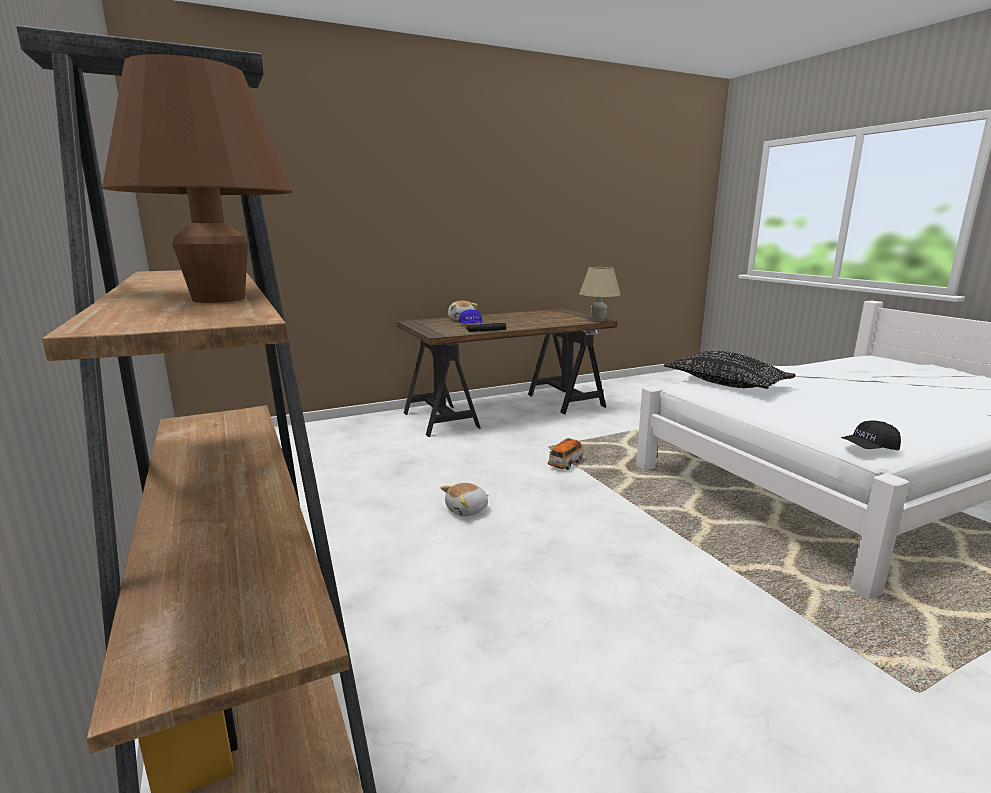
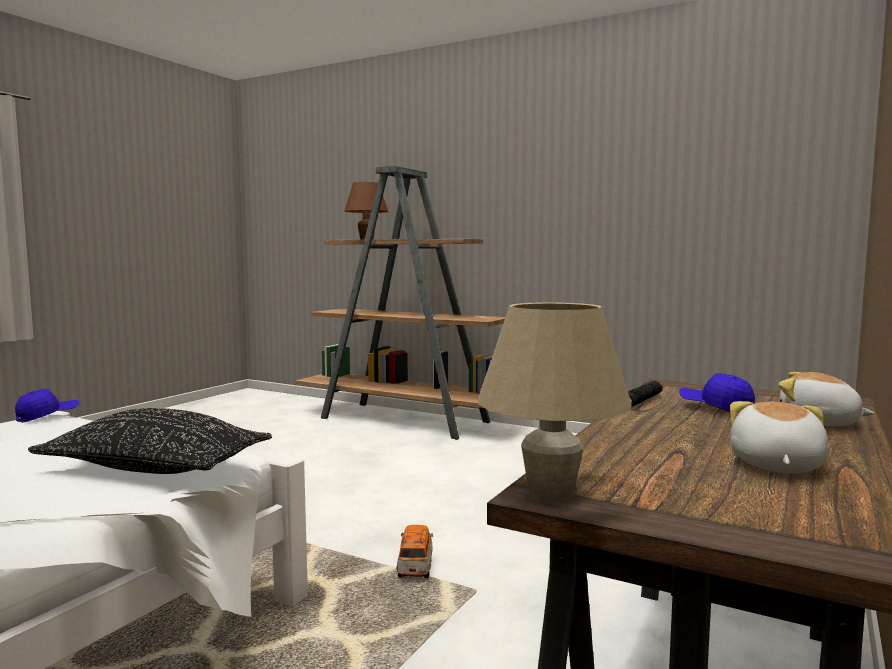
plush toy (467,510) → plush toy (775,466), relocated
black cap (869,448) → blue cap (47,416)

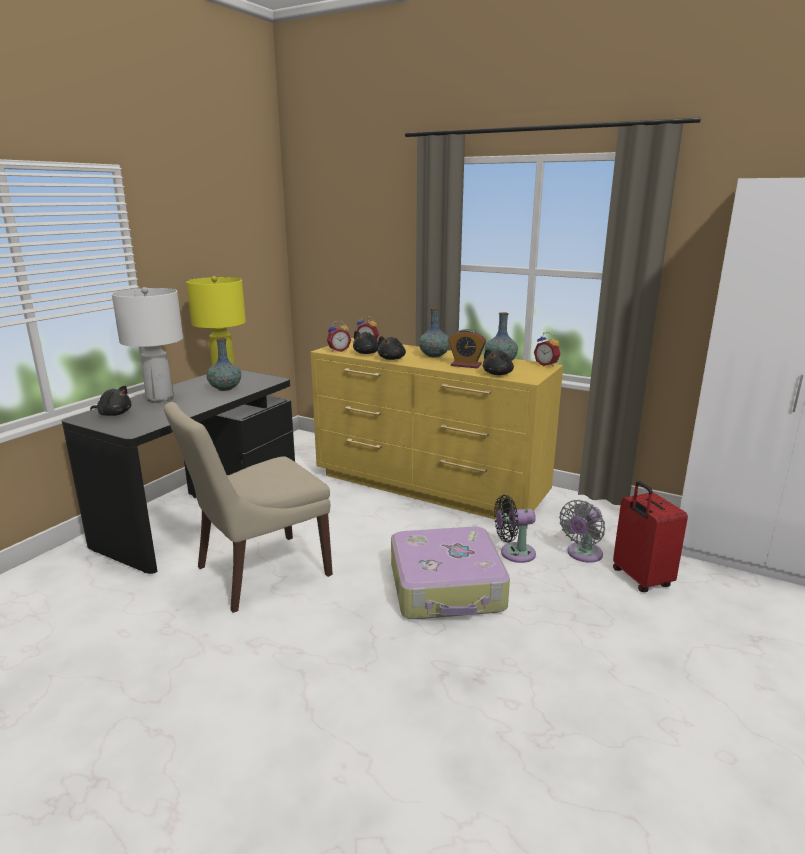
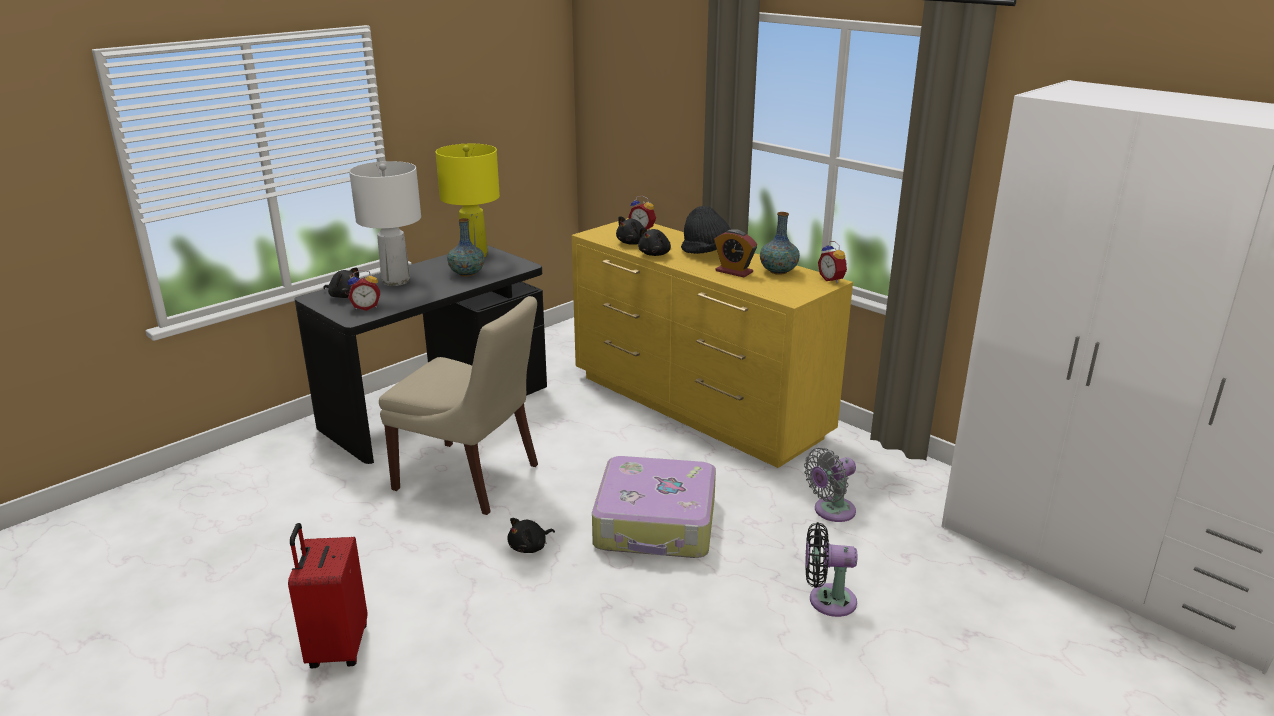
alarm clock (338,350) → alarm clock (366,307), relocated
black plush toy (498,374) → black plush toy (530,547), relocated
black fan (514,553) → black fan (827,600), relocated
red suitcase (640,579) → red suitcase (336,648), relocated
vase (434,356) → black hat (707,253)
beige chair (259,573) → beige chair (471,478), 135 degrees counterclockwise

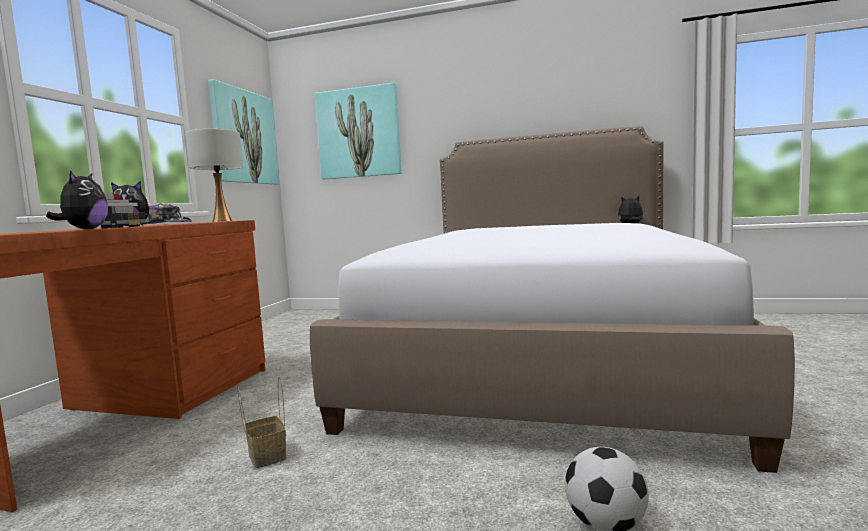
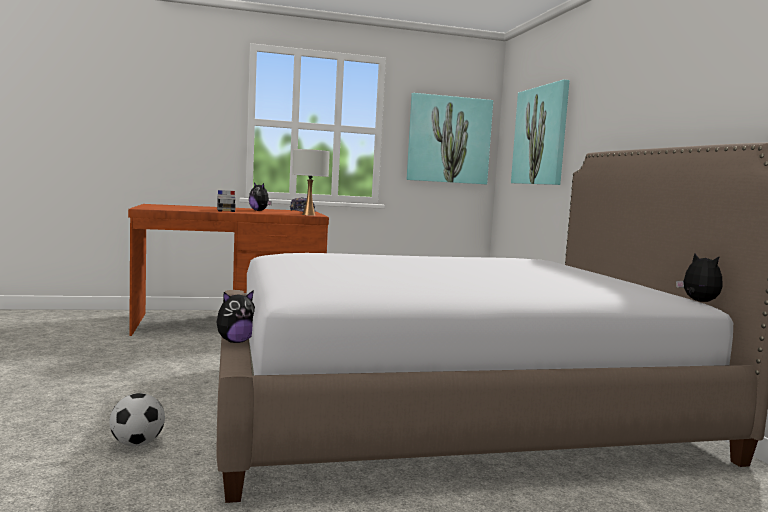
basket (266,455) → -
plush toy (84,229) → plush toy (236,341), relocated

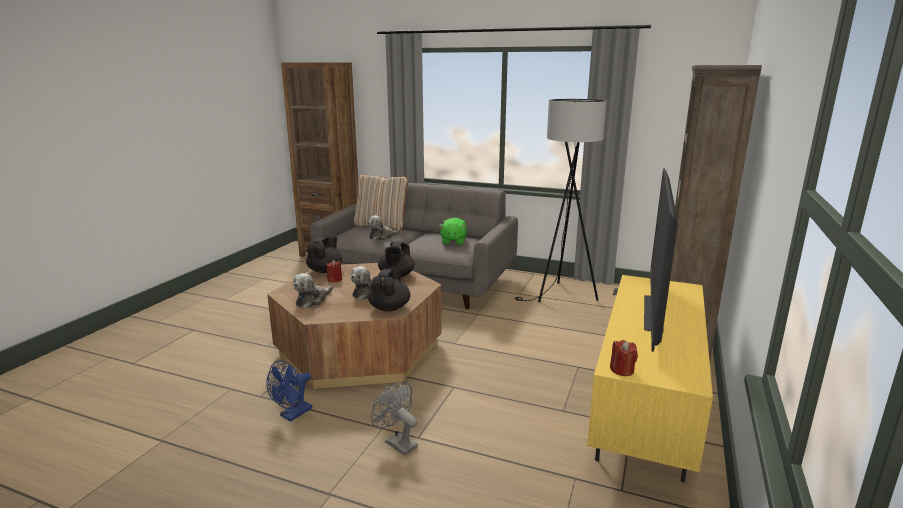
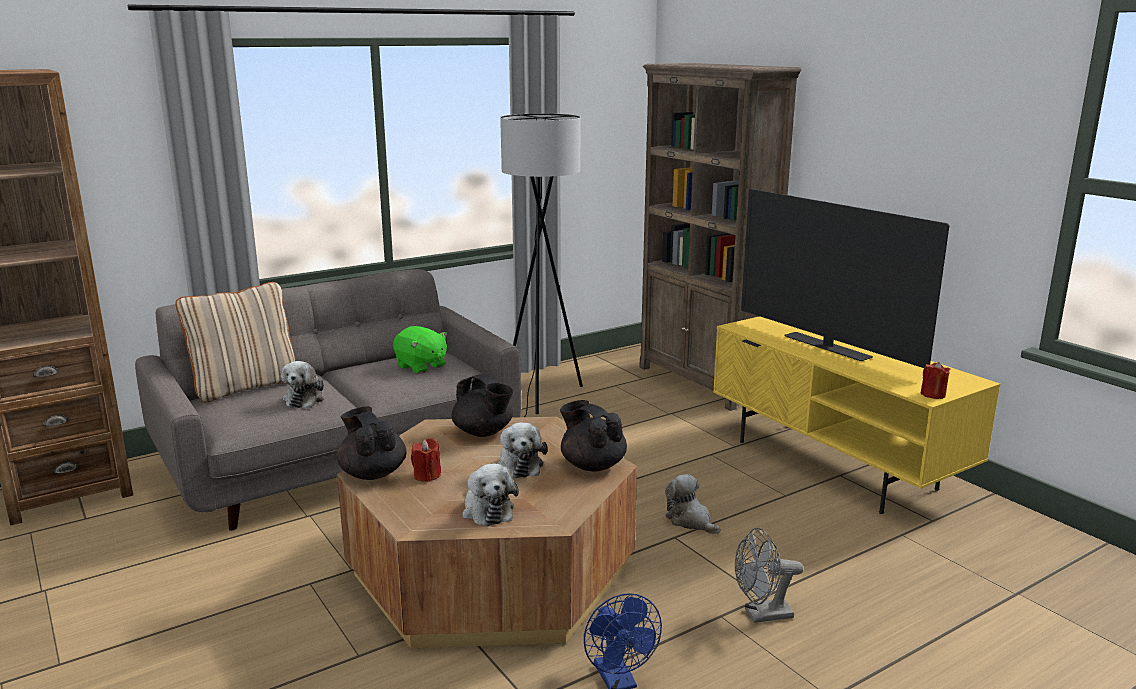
- → plush toy (690,521)

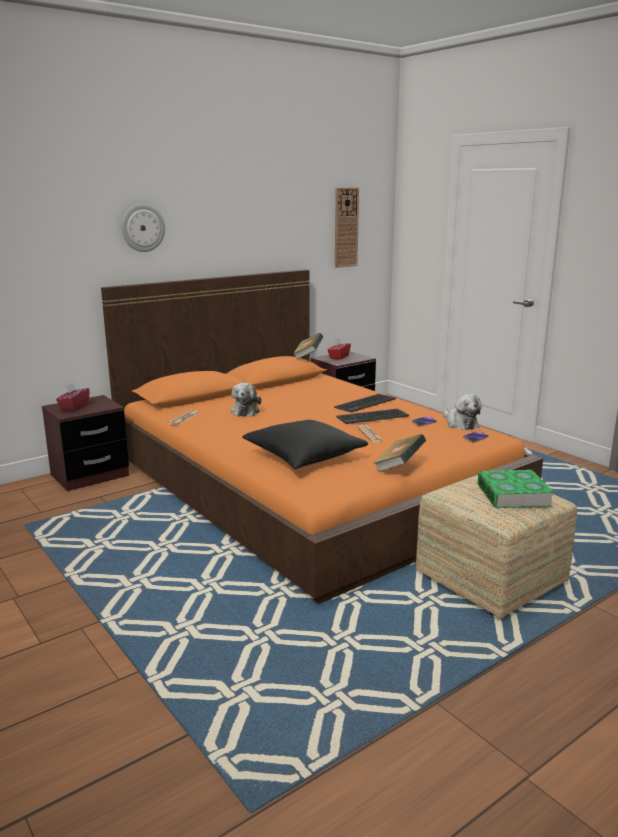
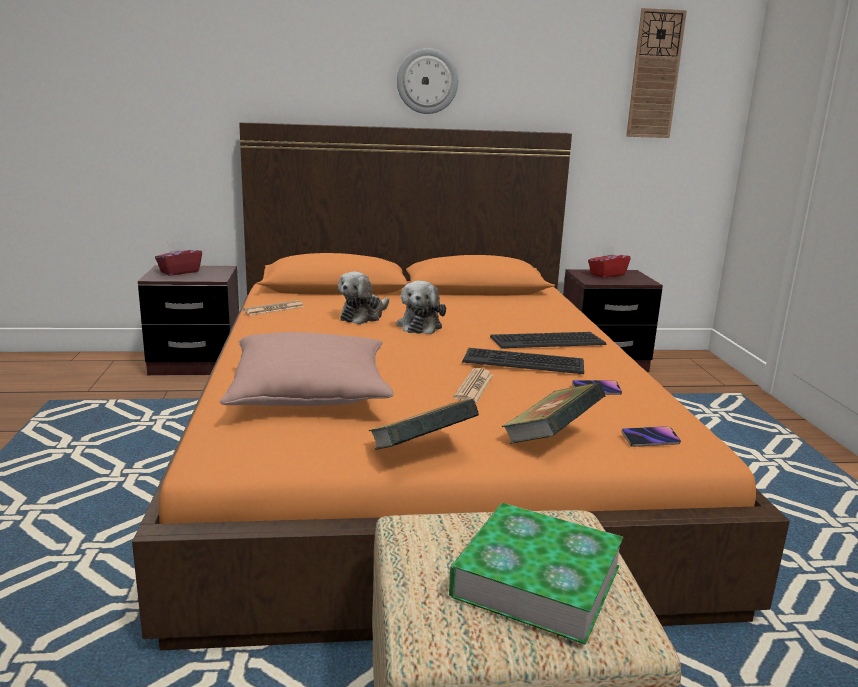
wall clock (142,228) → wall clock (427,81), relocated
book (308,356) → book (551,439), relocated
plush toy (460,424) → plush toy (420,325), relocated
black pillow (304,457) → pink pillow (310,393)

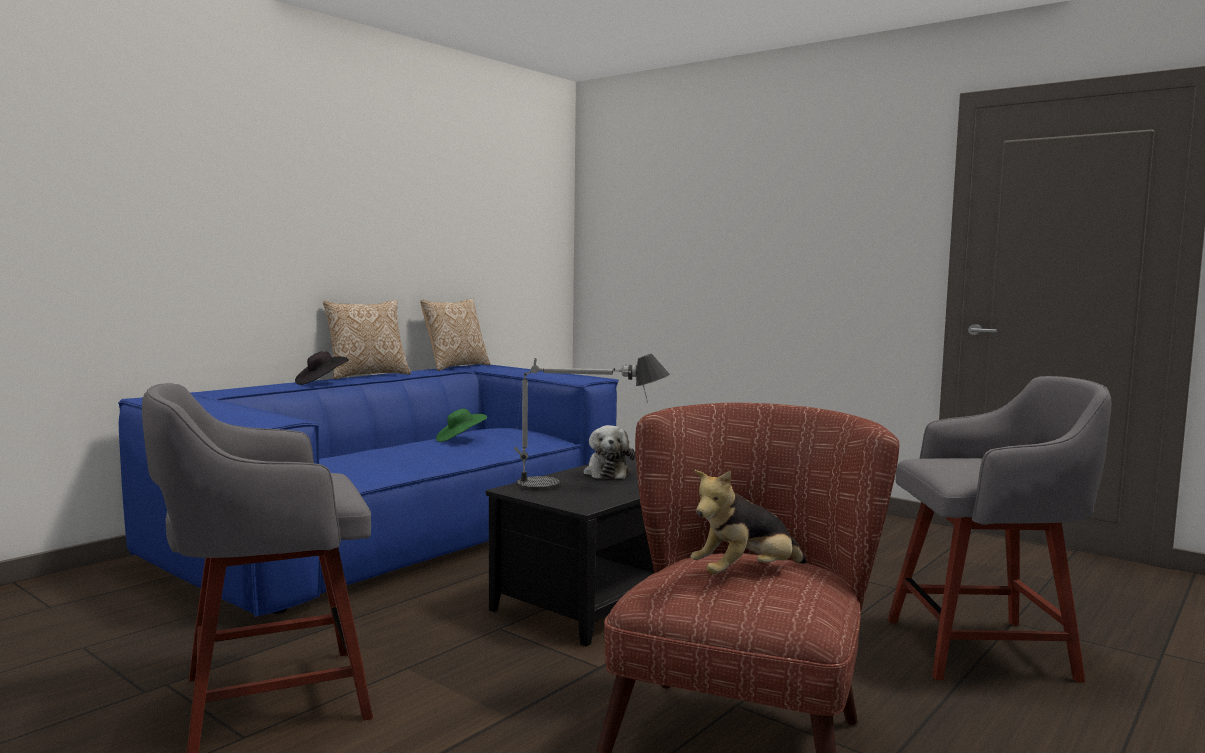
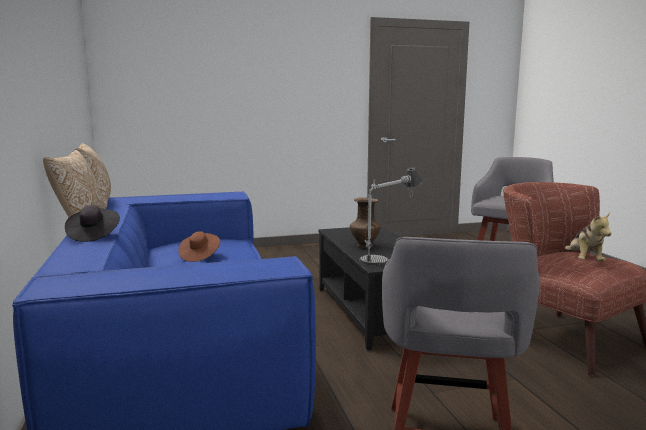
plush toy (607,472) → brown vase (364,245)
green hat (460,439) → brown hat (199,256)

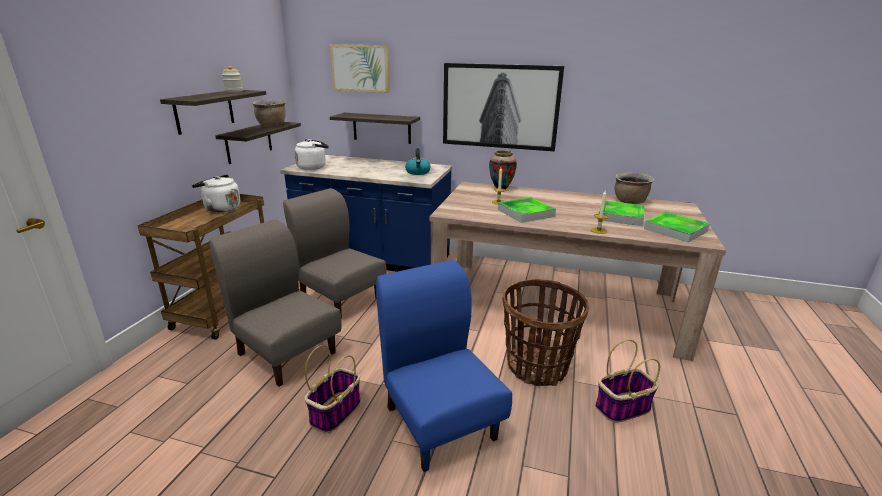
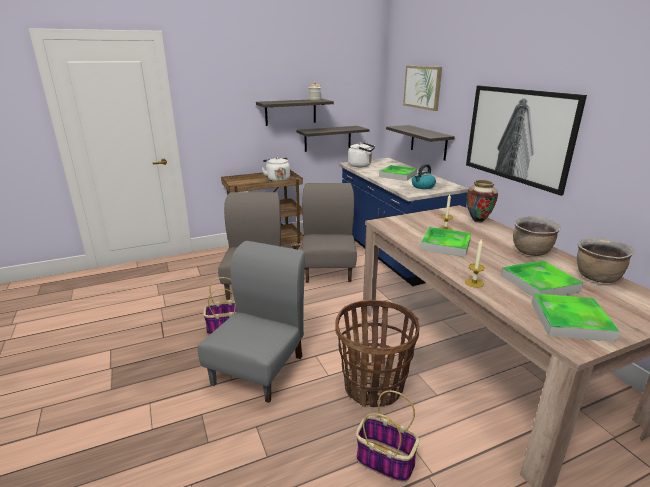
- → tray (398,175)
brown cooking pot (272,125) → brown cooking pot (531,252), relocated
blue chair (440,422) → grey chair (259,369)

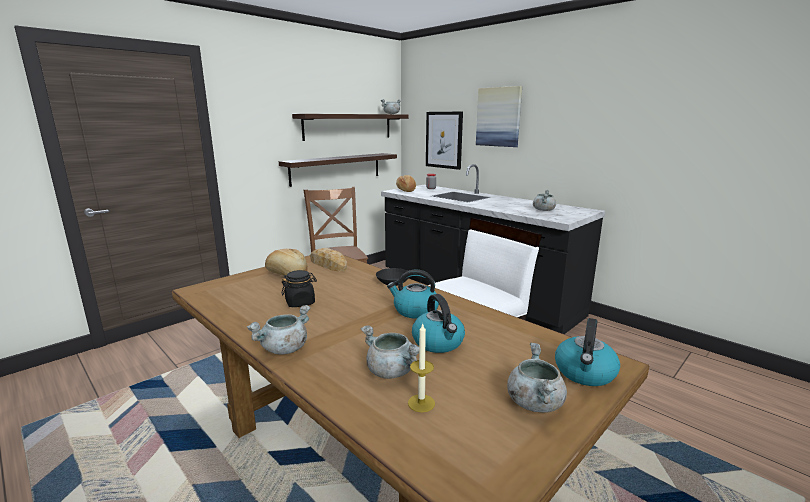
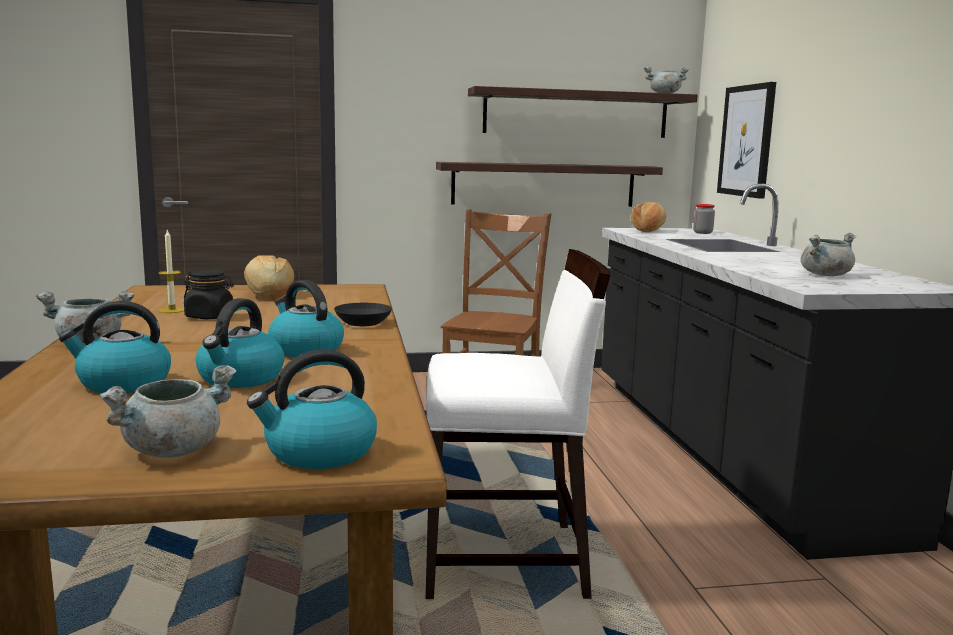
bread (328,264) → -
picture (498,117) → -
candle (421,403) → candle (172,310), relocated
grey cooking pot (392,371) → kettle (123,383)

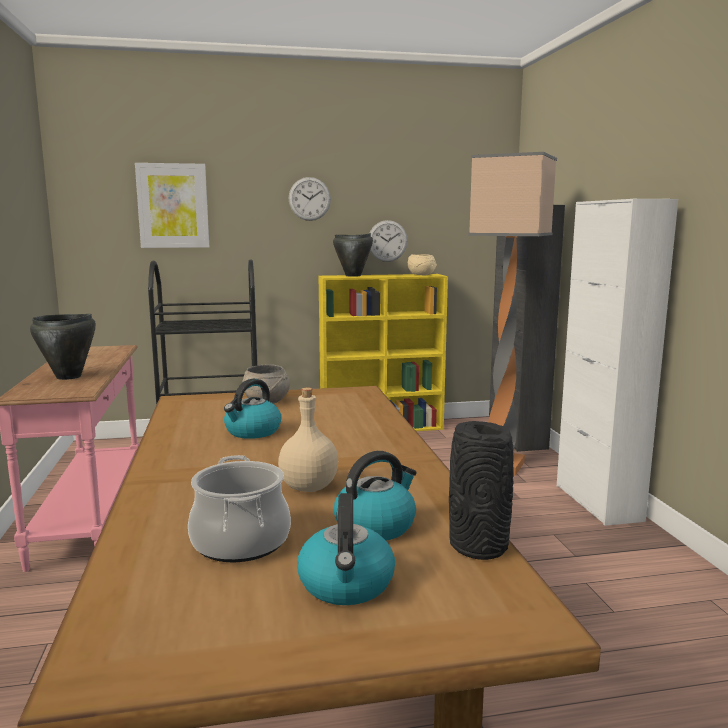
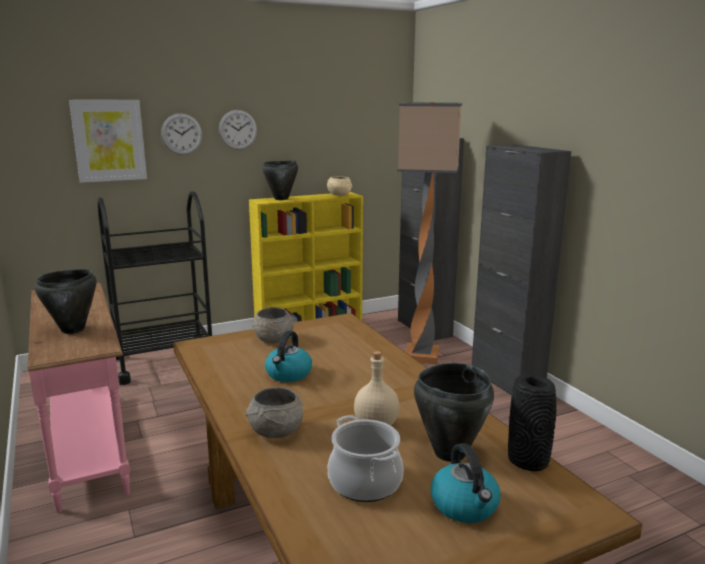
- → grey bowl (275,432)
wall clock (387,241) → wall clock (181,134), relocated
kettle (376,525) → black cooking pot (449,453)
white cabinet (598,502) → black cabinet (506,381)

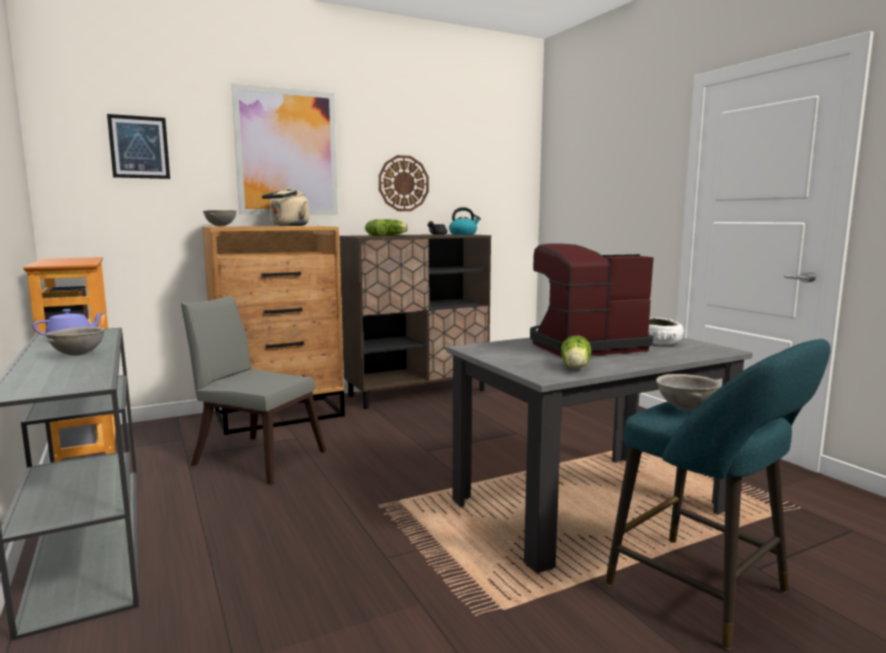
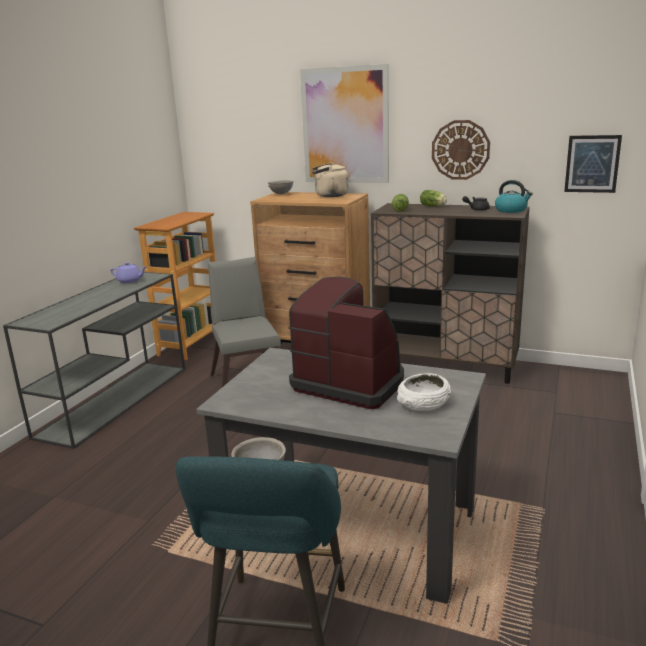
grey bowl (77,355) → -
lettuce (575,367) → -
picture (139,147) → picture (592,164), relocated

